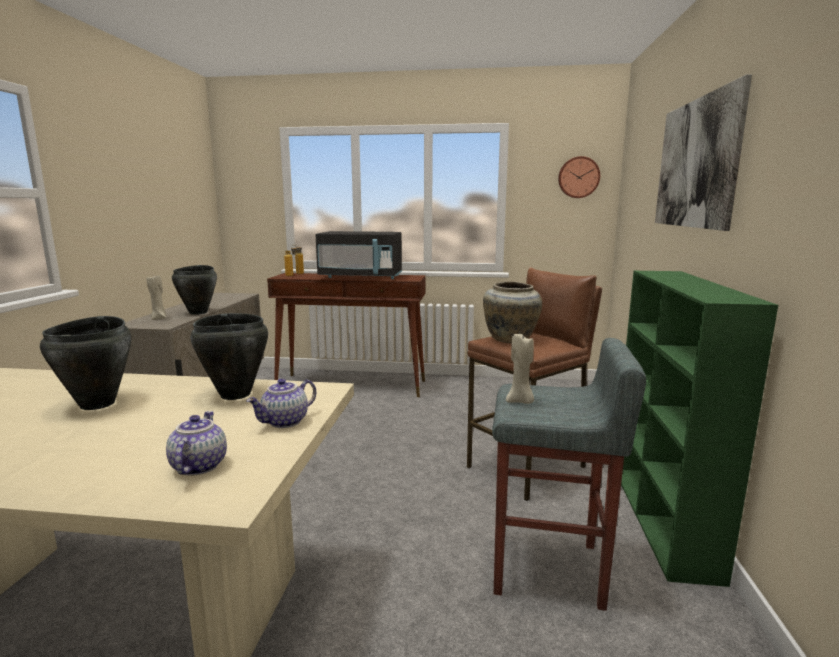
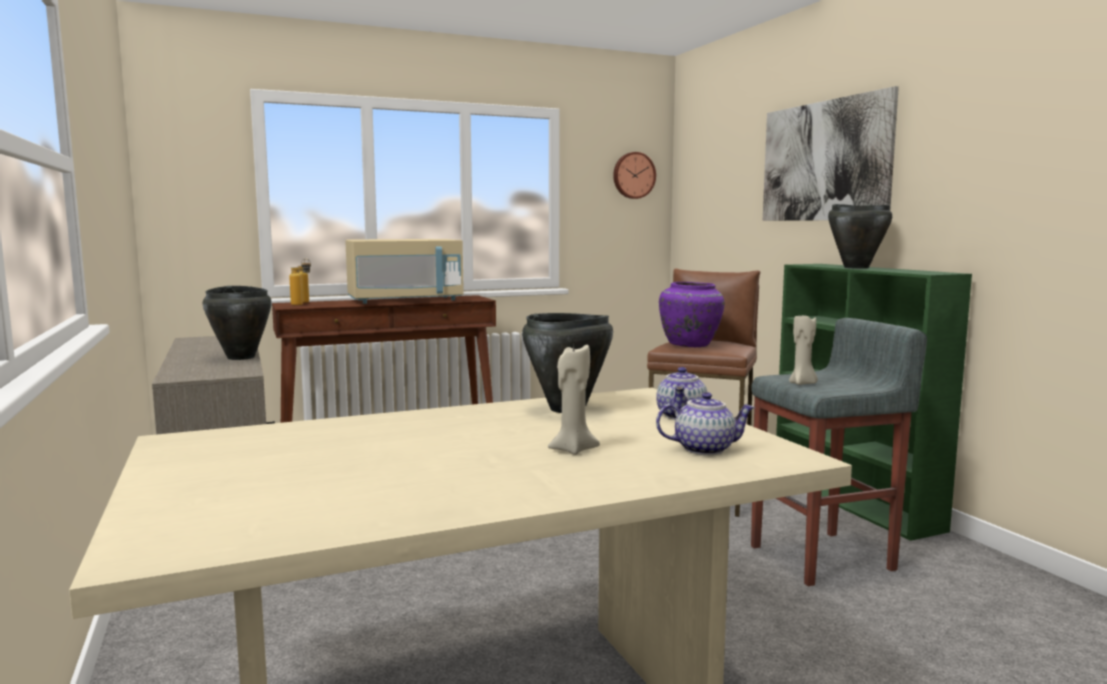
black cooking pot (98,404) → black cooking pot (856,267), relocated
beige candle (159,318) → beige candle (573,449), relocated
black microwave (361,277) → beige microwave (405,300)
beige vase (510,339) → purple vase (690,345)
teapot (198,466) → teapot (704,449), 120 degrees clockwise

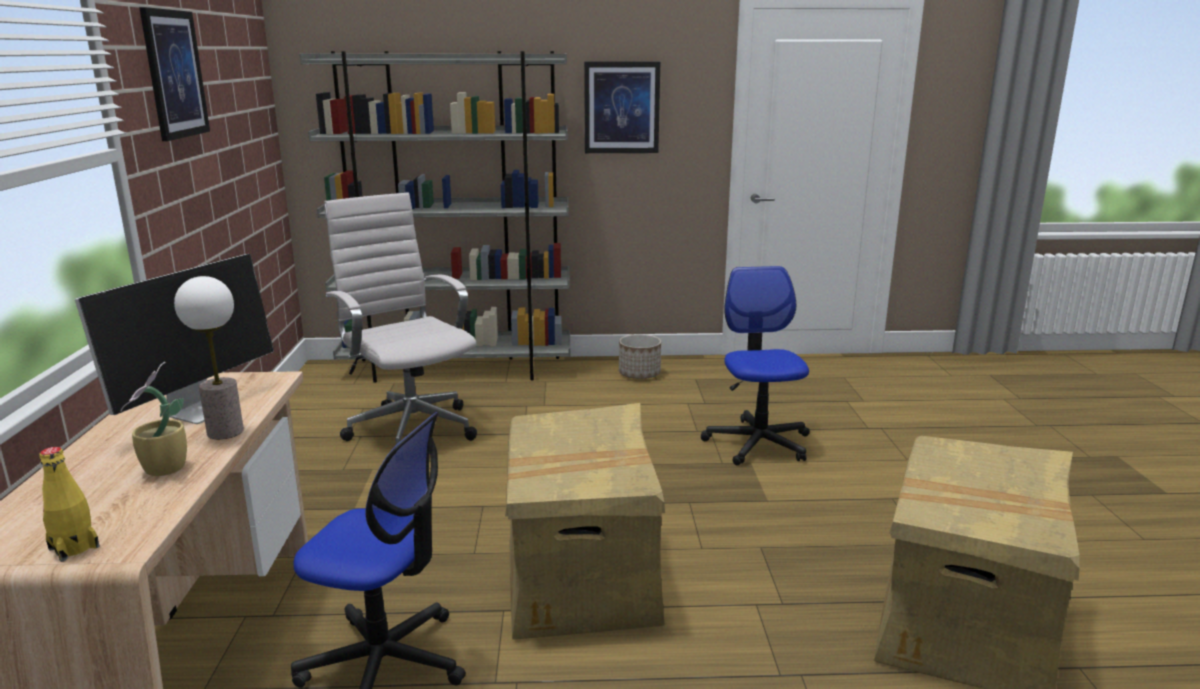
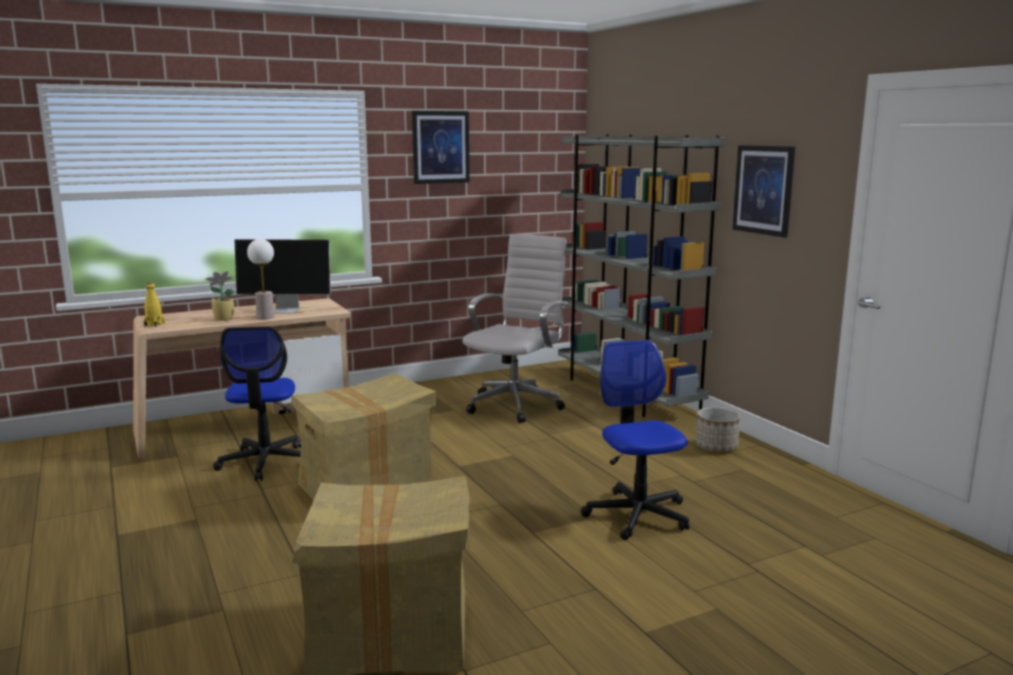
office chair (758,443) → office chair (637,515), 75 degrees counterclockwise

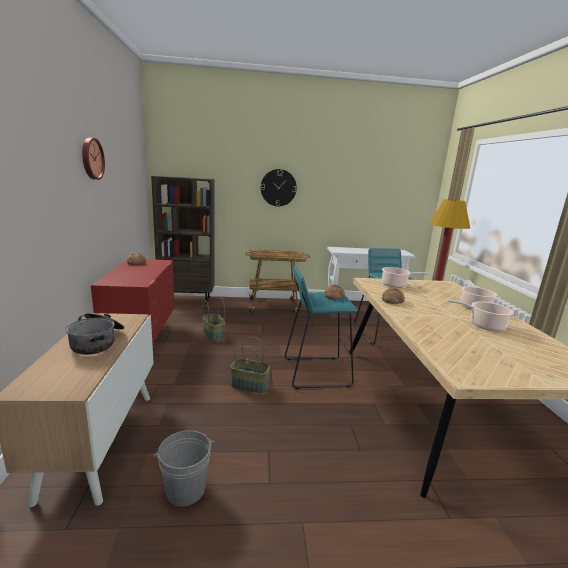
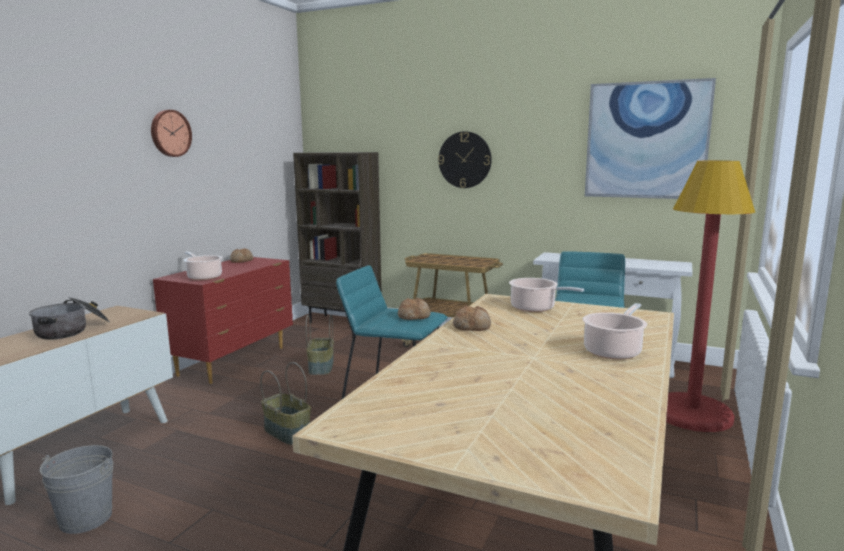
- → picture (646,140)
cooking pot (484,325) → cooking pot (203,277), relocated

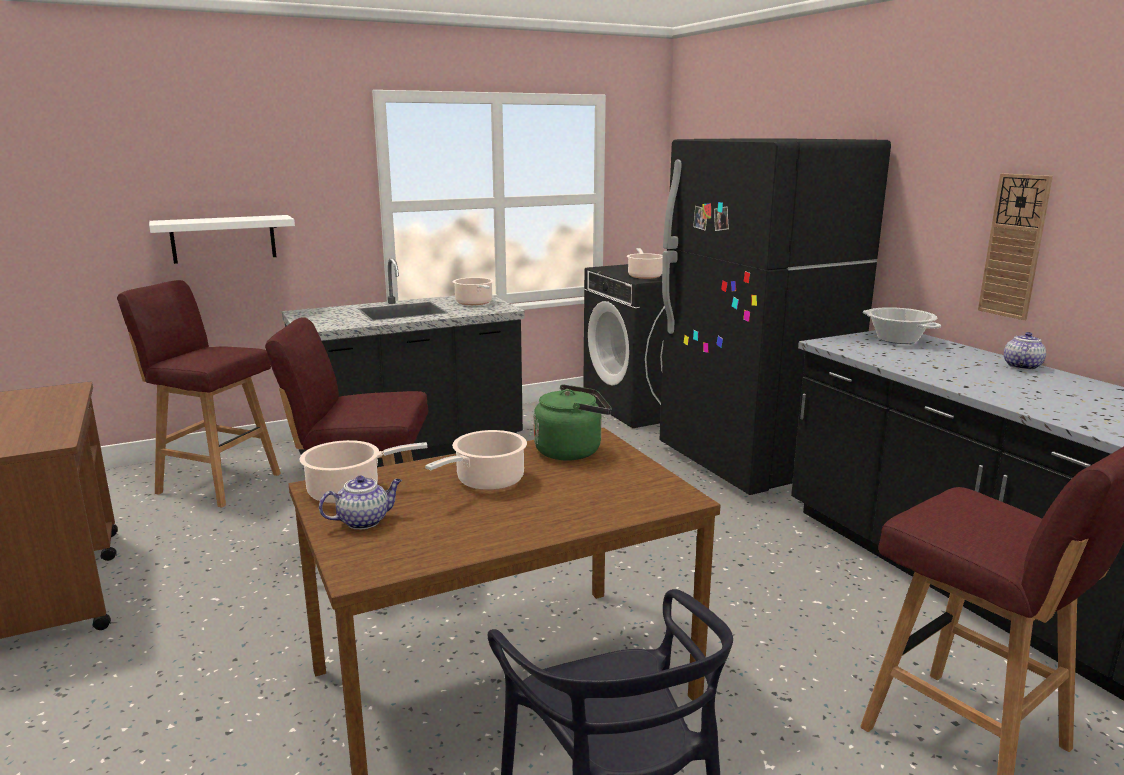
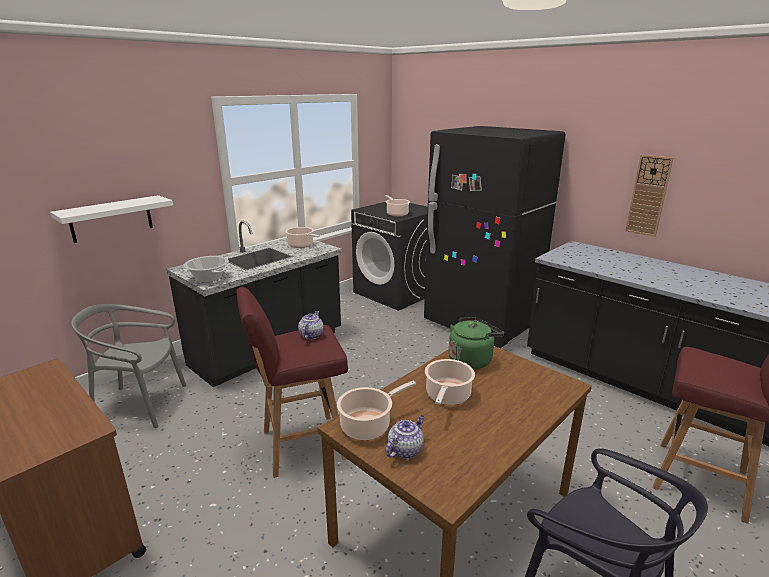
cooking pot (897,340) → cooking pot (208,278), relocated
teapot (1021,366) → teapot (311,335), relocated
red stool (217,483) → grey chair (141,405)

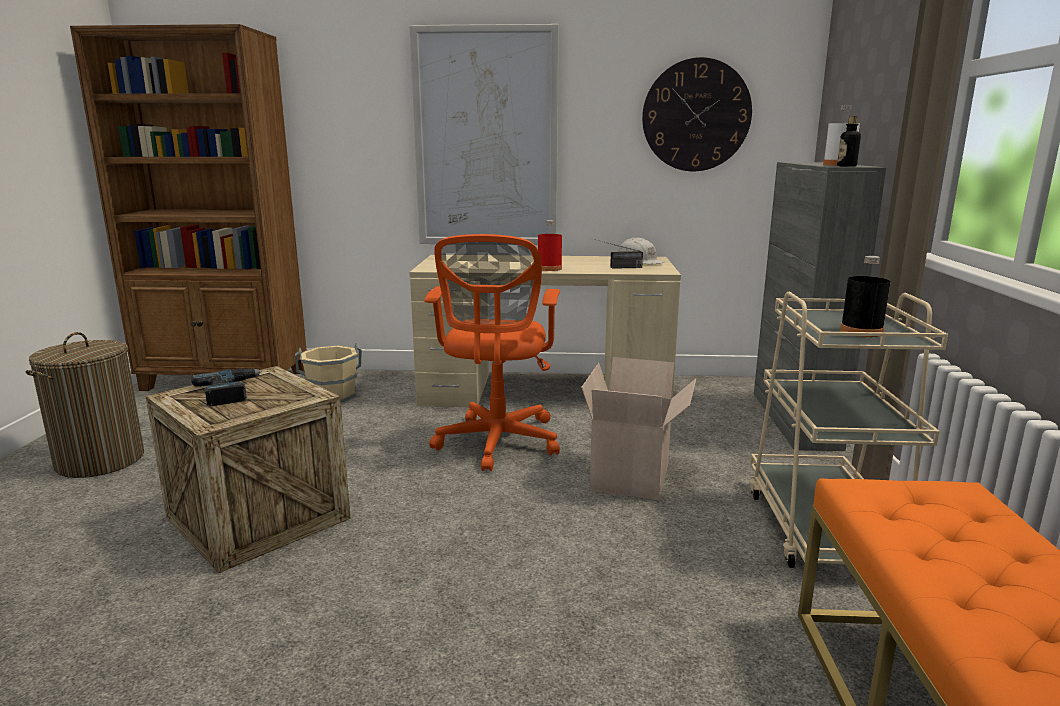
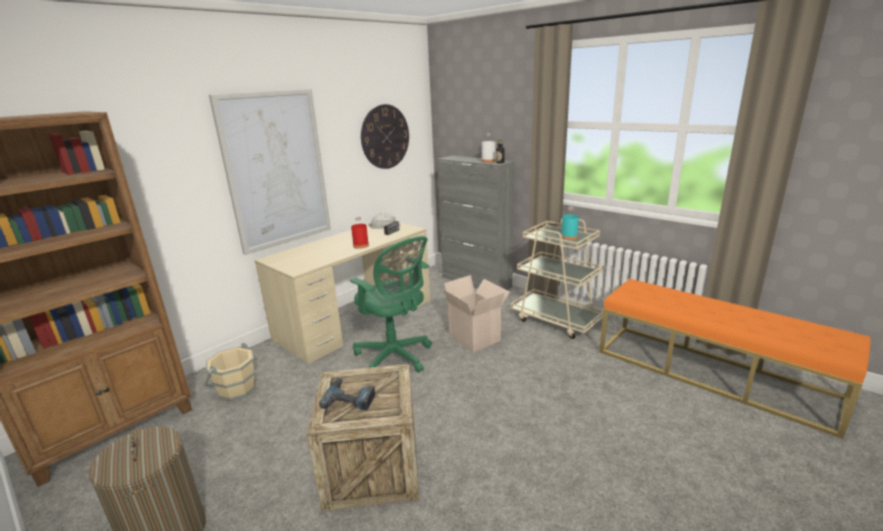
orange office chair (497,444) → green office chair (395,357)
black bottle (861,331) → turquoise bottle (569,237)

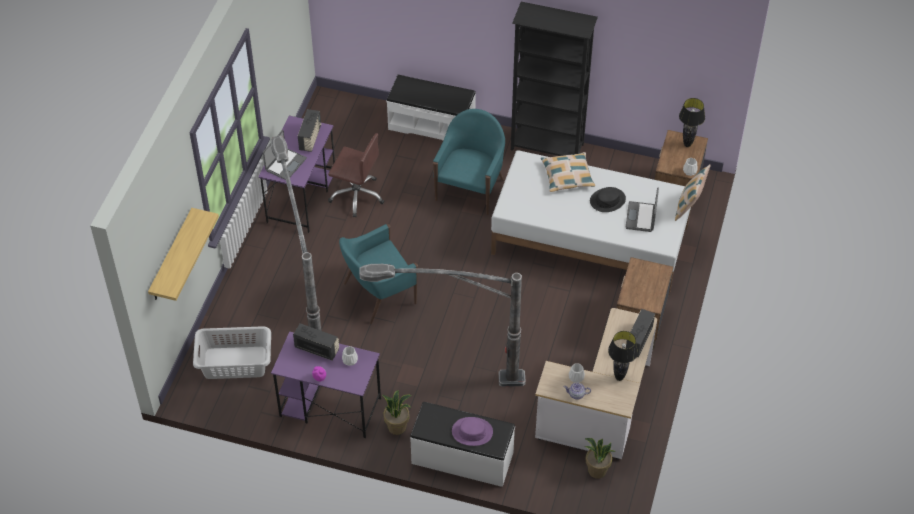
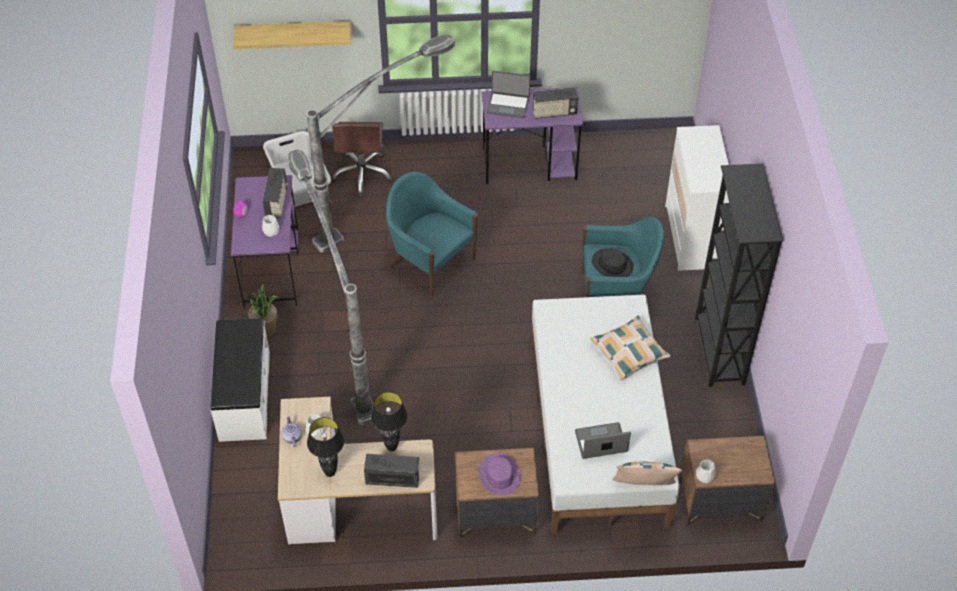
potted plant (597,471) → -
brown office chair (357,195) → brown office chair (362,174), relocated
purple hat (472,432) → purple hat (499,475), relocated
black hat (607,200) → black hat (612,264), relocated
black table lamp (687,144) → black table lamp (391,447), relocated
white bench (431,125) → white dresser (691,237)

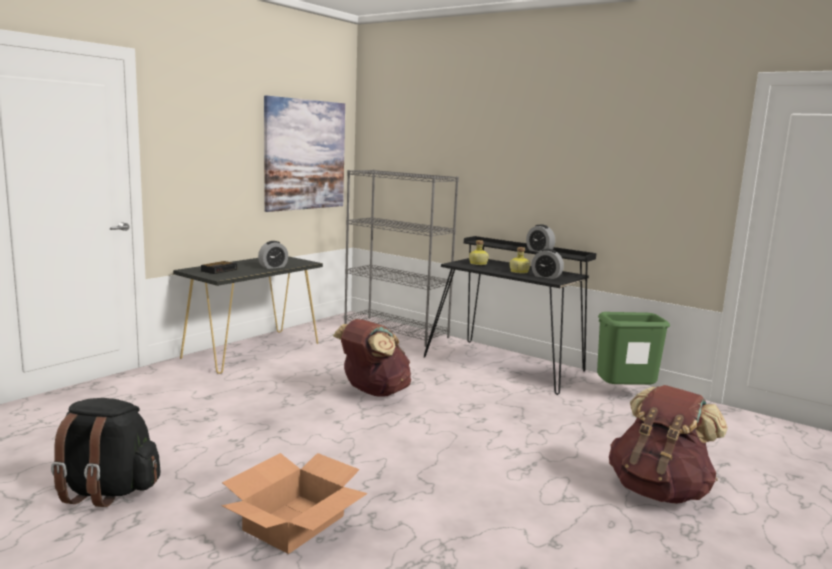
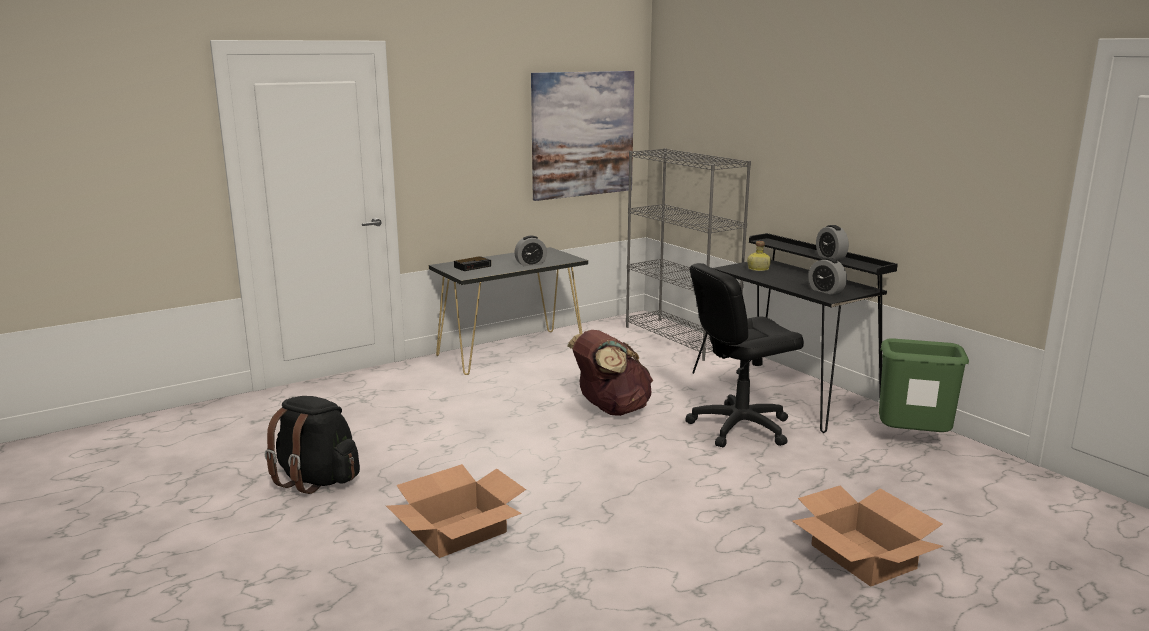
bottle (518,272) → -
- → black office chair (739,427)
brown backpack (659,491) → cardboard box (862,557)

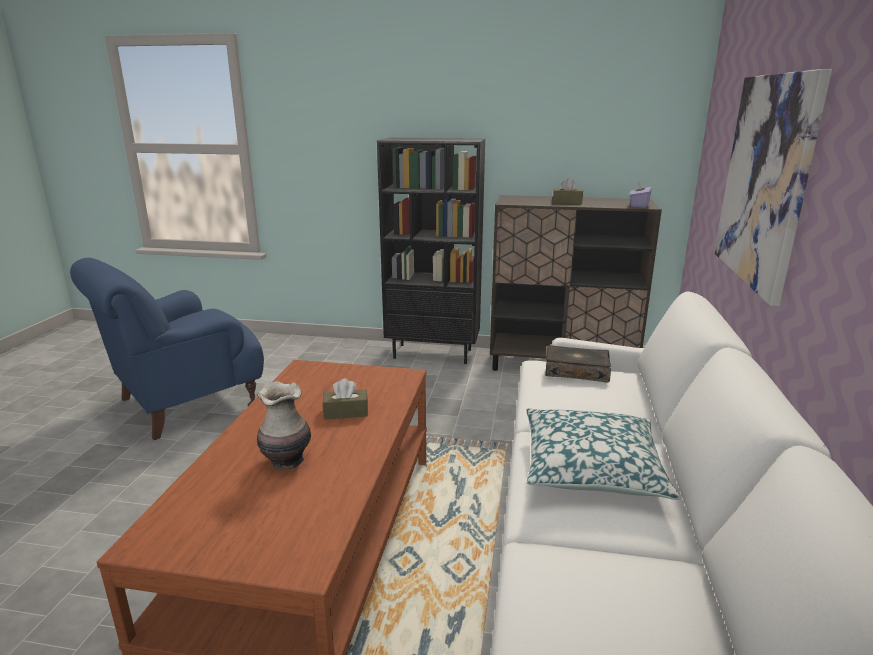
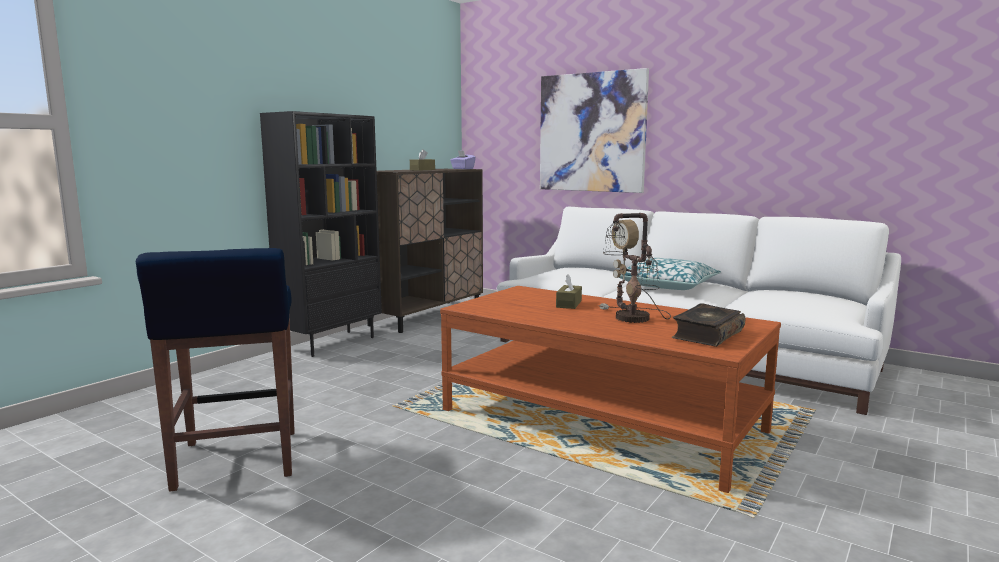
book (576,371) → book (706,335), relocated
blue armchair (185,403) → blue stool (236,461)
vase (286,461) → table lamp (632,319)

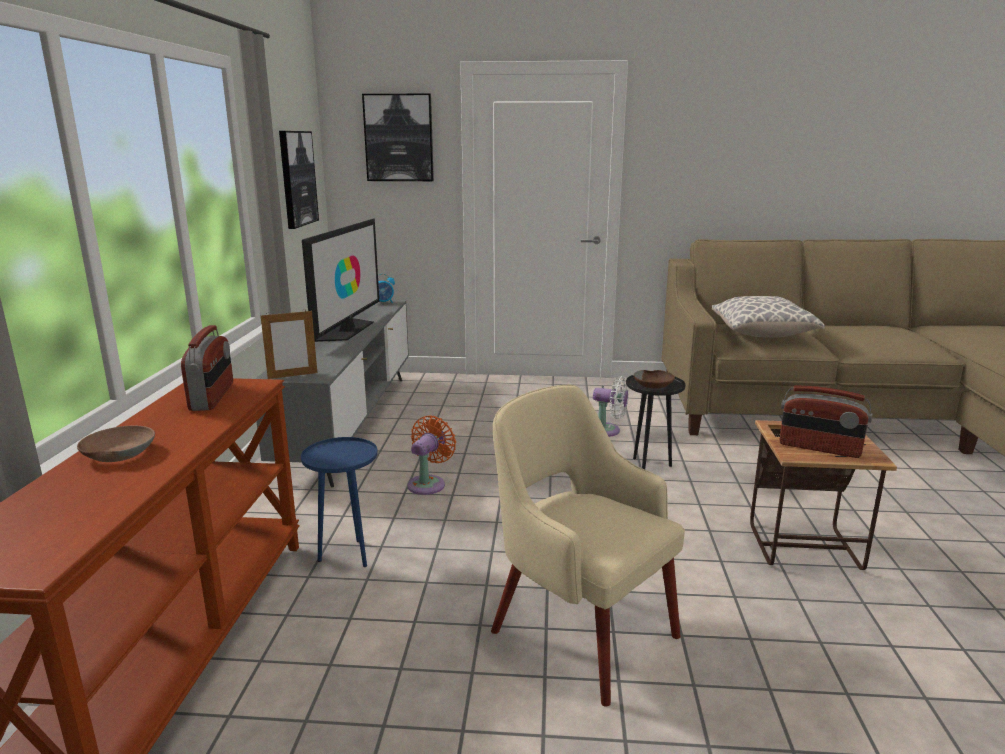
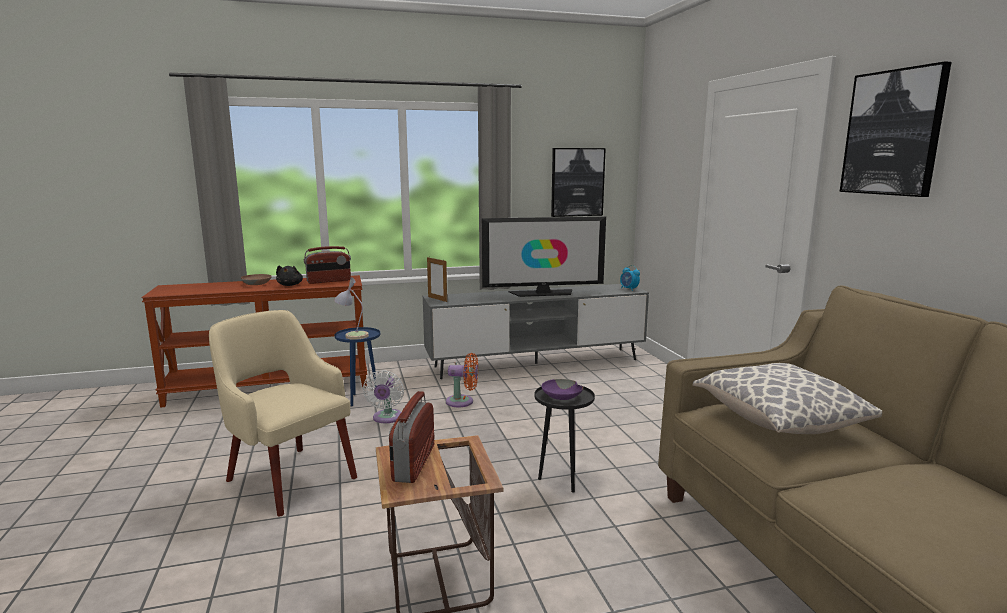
- → black plush toy (290,285)
- → table lamp (352,335)
picture (399,138) → picture (893,133), relocated
white fan (607,431) → white fan (387,418), relocated
brown bowl (654,384) → purple bowl (562,395)
beige armchair (581,632) → beige armchair (289,478), 75 degrees counterclockwise

